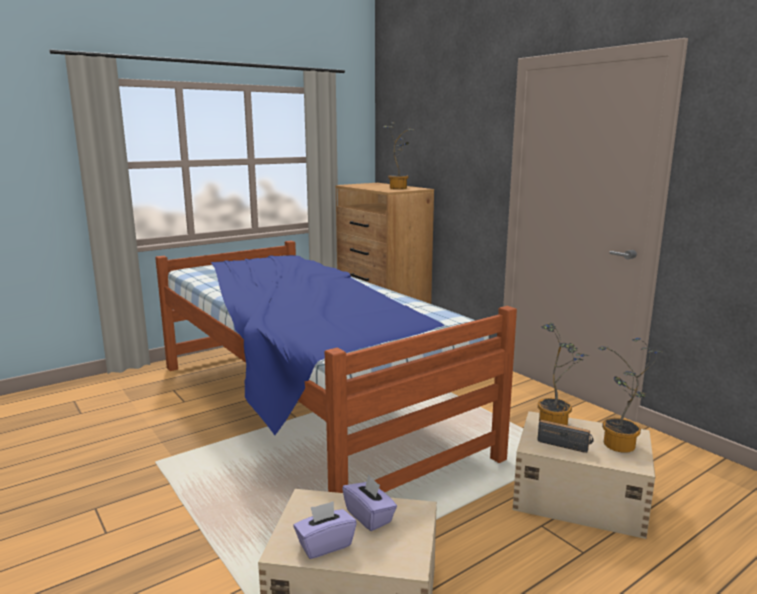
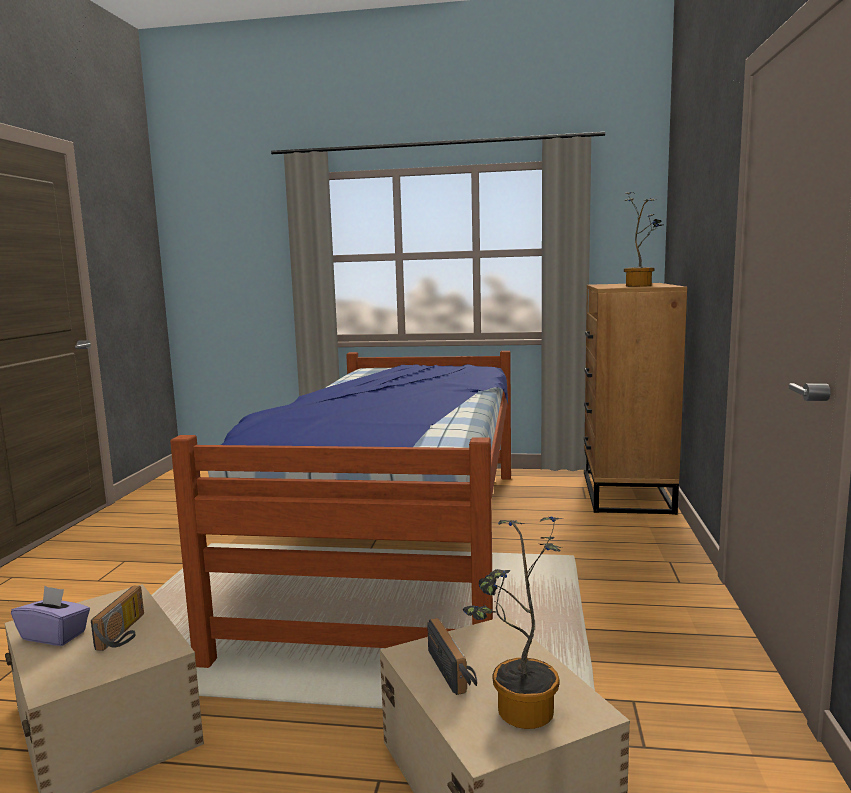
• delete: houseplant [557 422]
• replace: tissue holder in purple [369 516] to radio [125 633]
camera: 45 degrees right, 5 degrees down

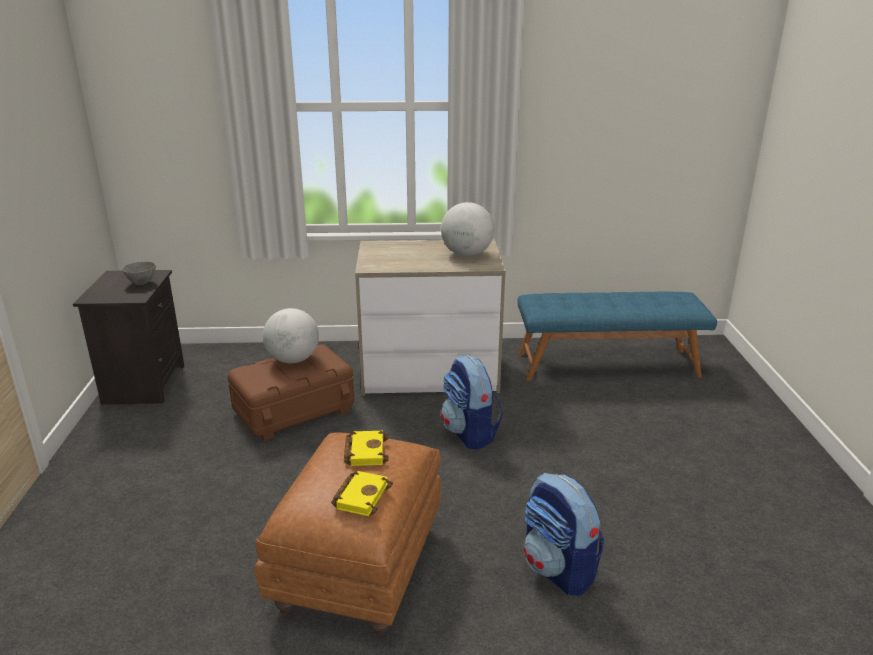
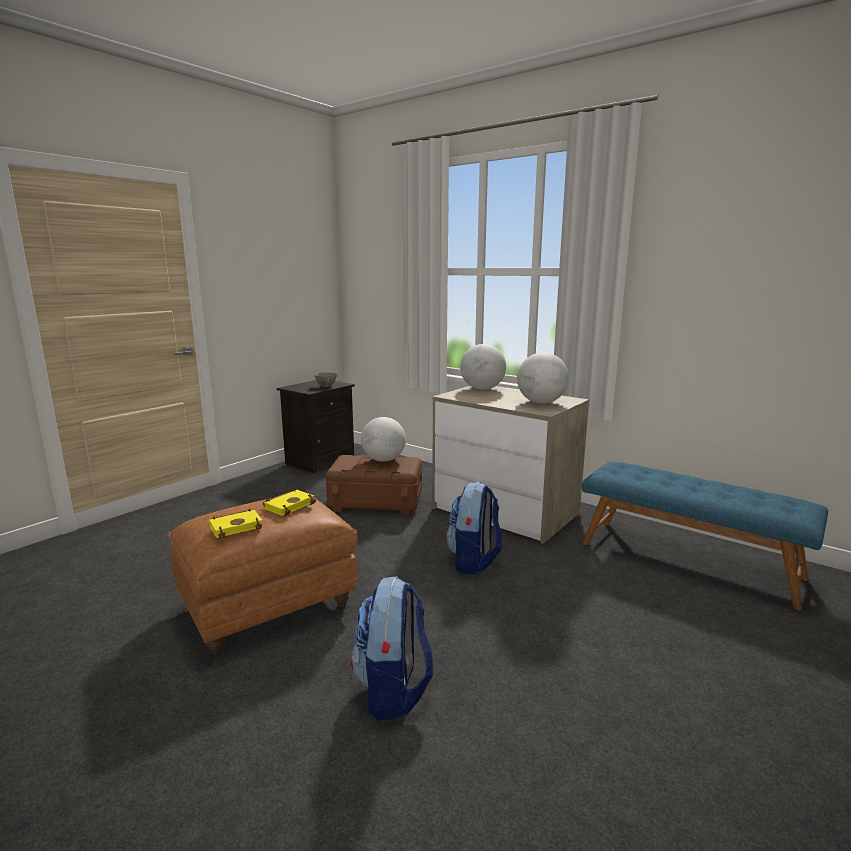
• insert: world globe [482 389]
camera: 40 degrees right, 10 degrees down

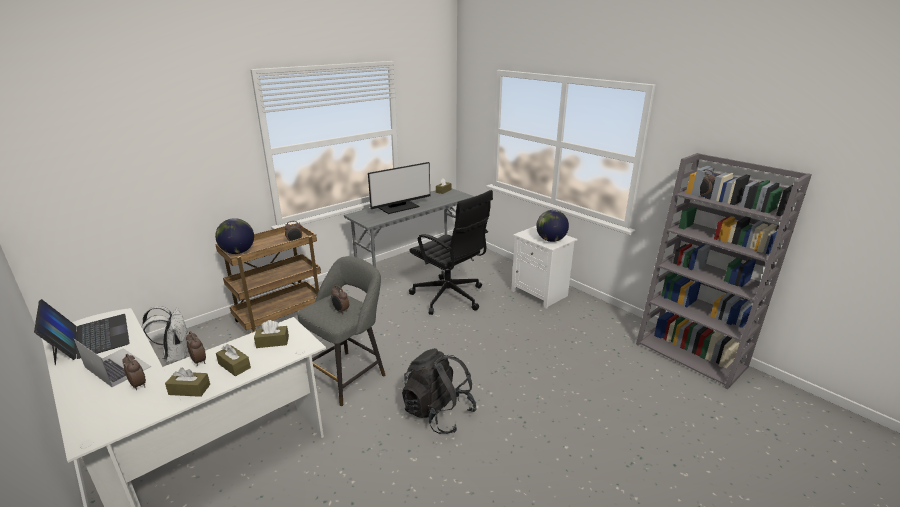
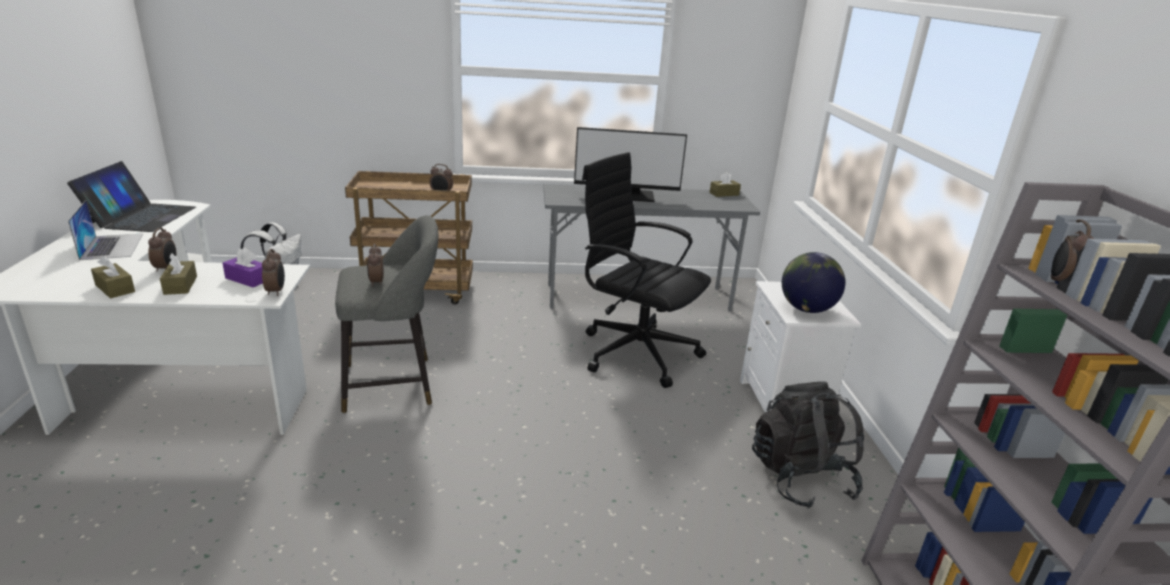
• rotate: computer chair in black [449 297] = [635 352] 135 degrees clockwise
• delete: world globe [238 252]
• recolor: tissue holder in brown-coloured [272 342] to tissue holder in purple [247 279]
• move: backpack in black [438 412] to [800 478]
• move: alarm clock [139 385] to [276 291]
camera: 35 degrees right, 0 degrees up

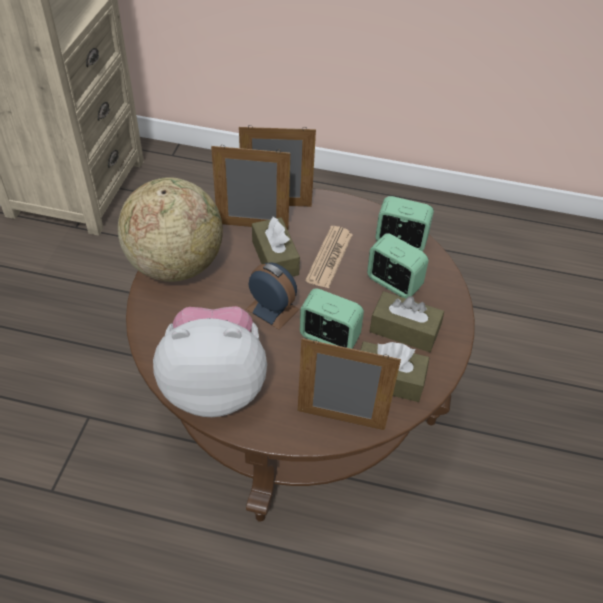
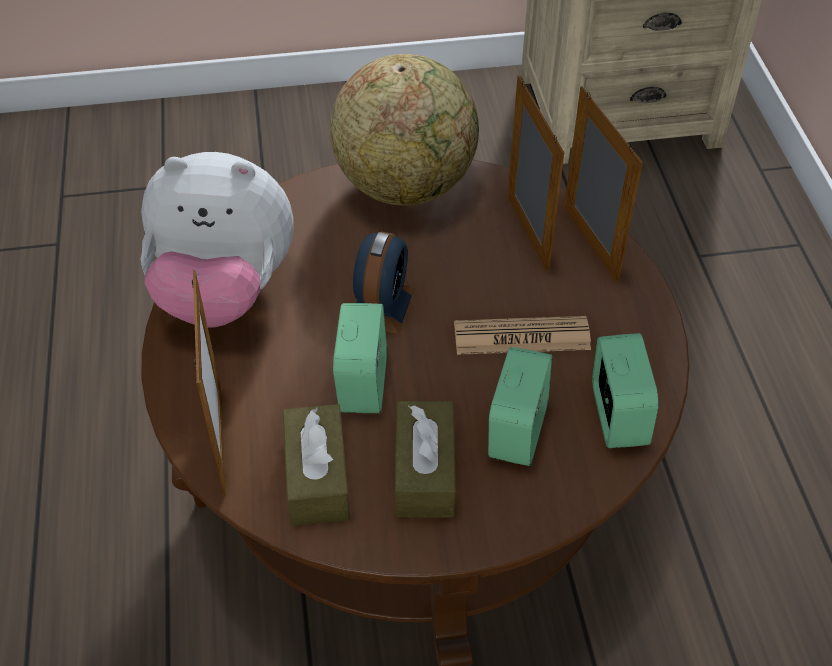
• delete: tissue holder in brown-coloured [275 258]
• rotate: plush toy [214 386] = [224 292] 120 degrees clockwise
camera: 70 degrees right, 0 degrees up

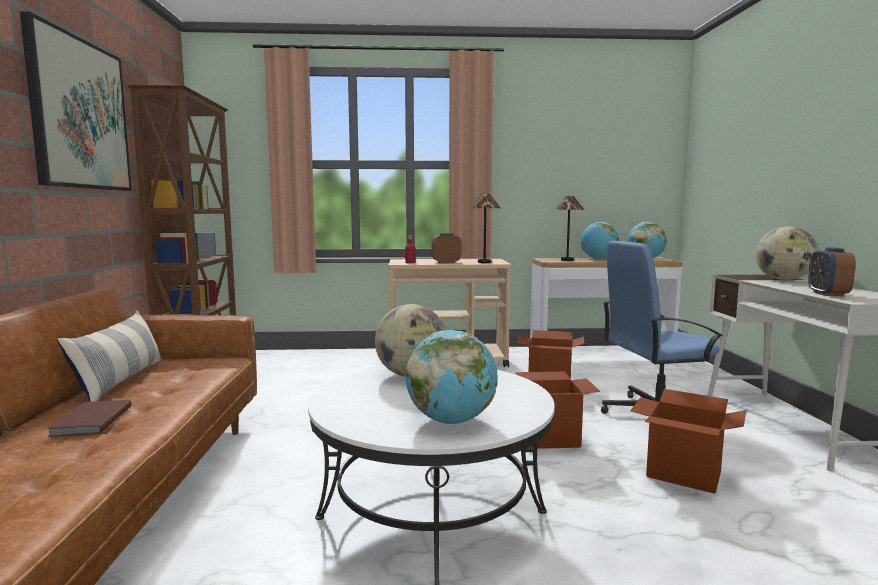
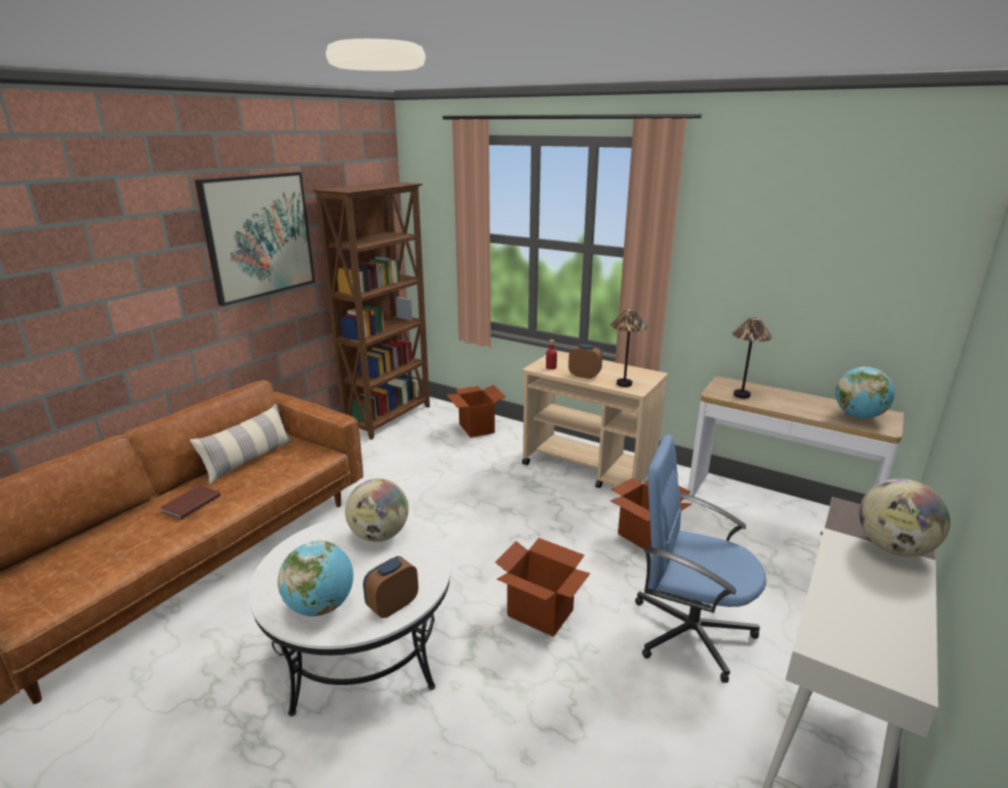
• delete: world globe [599 259]
• move: alarm clock [828 294] to [392 606]
• move: cardboard box [683 474] to [476 428]
camera: 35 degrees right, 15 degrees up

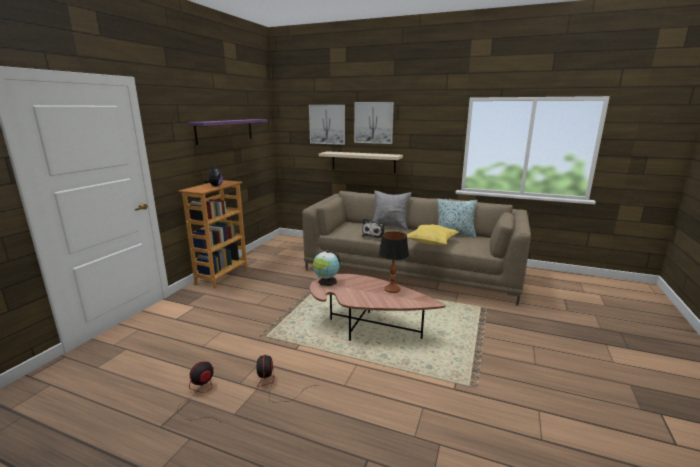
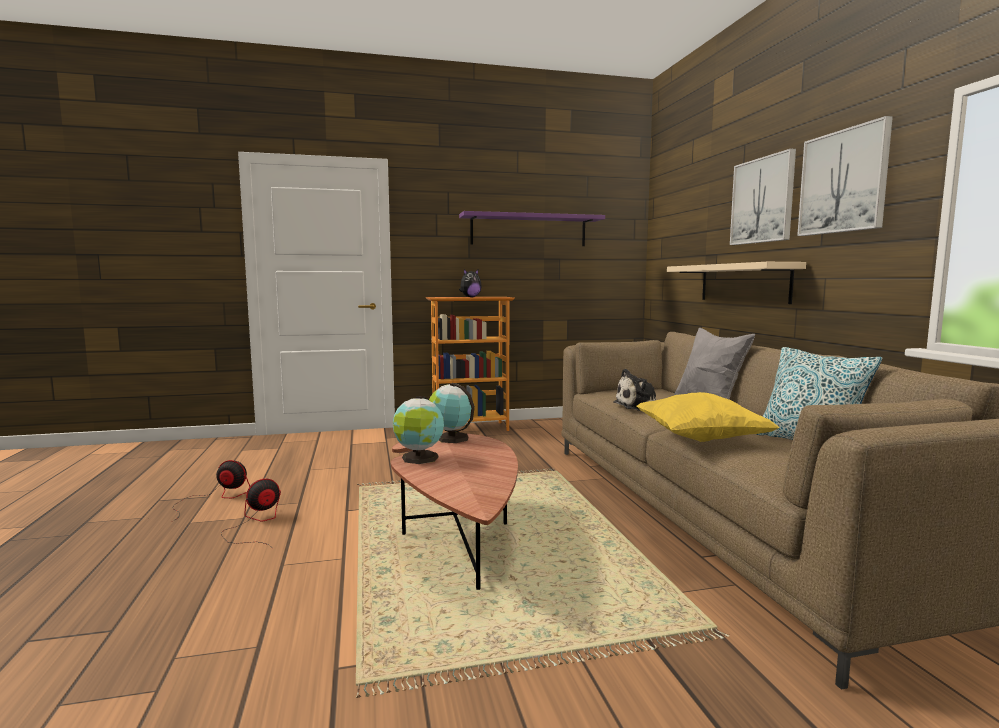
• move: wall picture [327 124] to [843 181]
• delete: tabletop lamp [392 289]
• insert: world globe [419 458]
camera: 55 degrees right, 10 degrees down

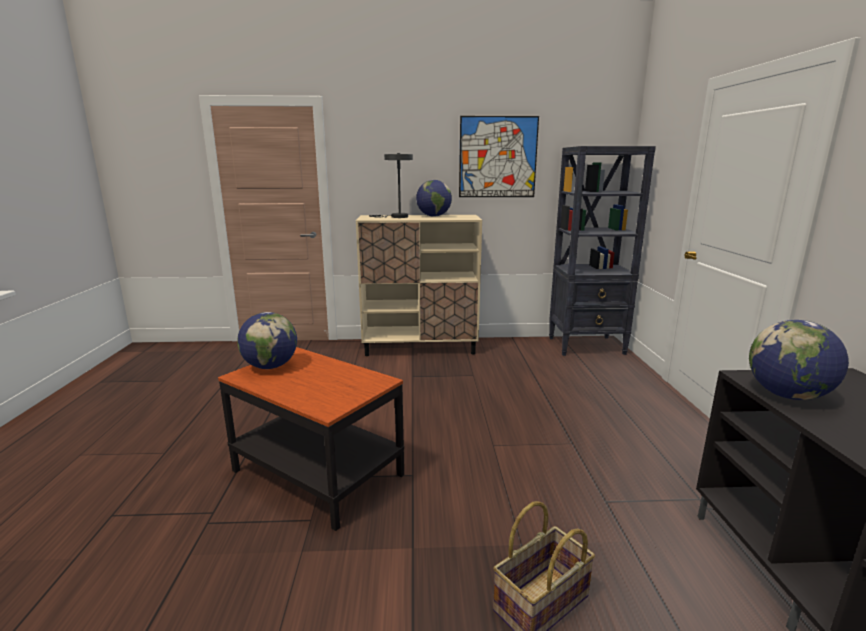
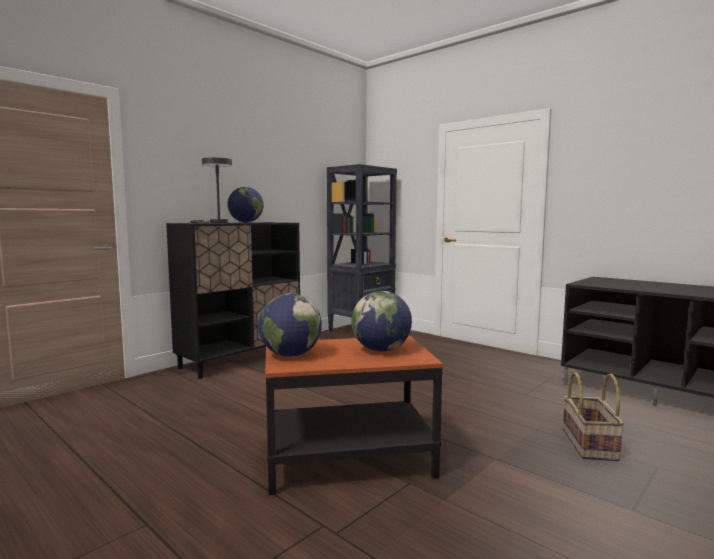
• delete: wall picture [498 157]
• recolor: storage cabinet in sand-coloured [420 347] to storage cabinet in black [241 359]
• move: world globe [787 395] to [381 350]
camera: 45 degrees left, 10 degrees down

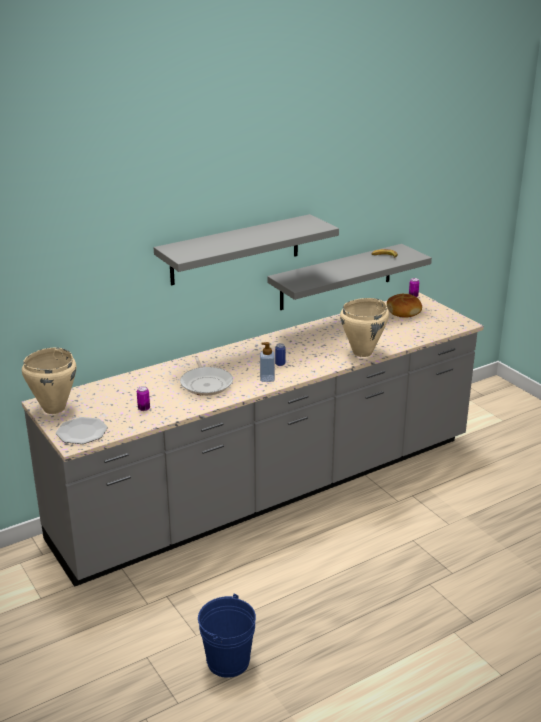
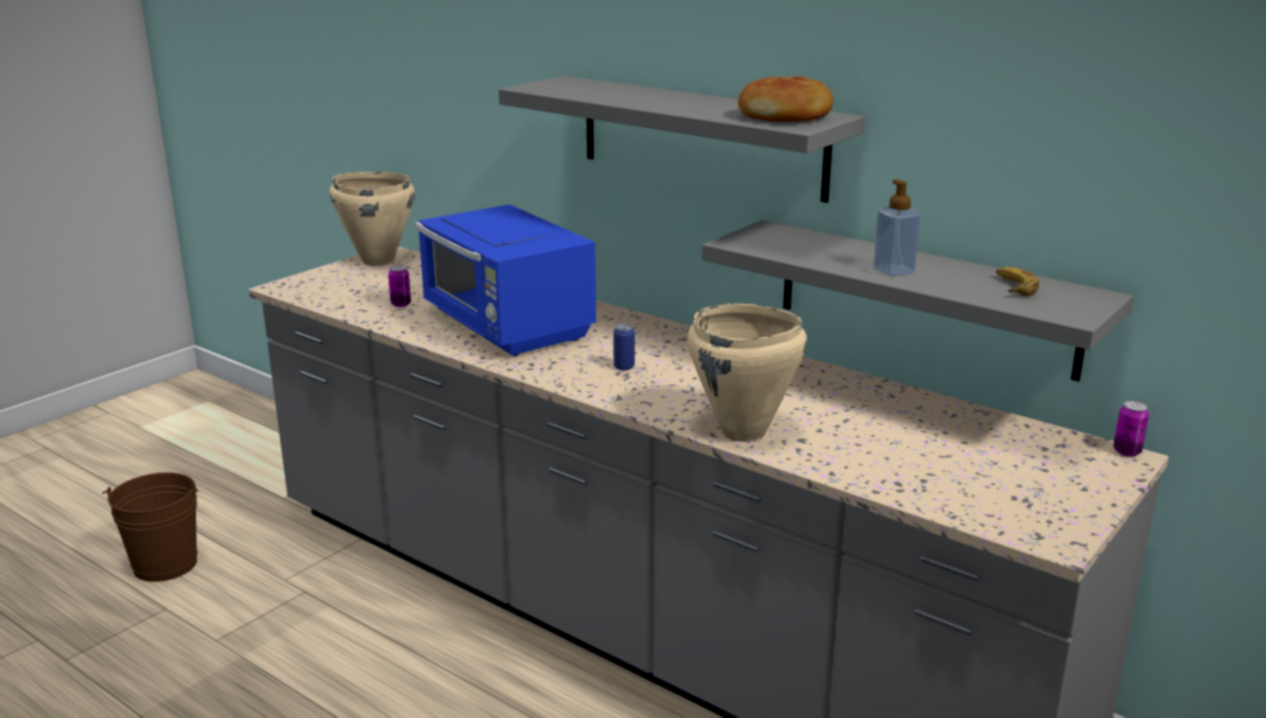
• move: baked bread [404 311] to [786 117]
• move: liquid soap bottle [267 379] to [893 271]
• replace: skillet [206 383] to microwave in blue-coloured [507 327]
• delete: flat dish [82 432]
• delete: water bucket in blue-coloured [228 661]
• insert: water bucket in brown-coloured [165 565]
camera: 70 degrees right, 5 degrees down

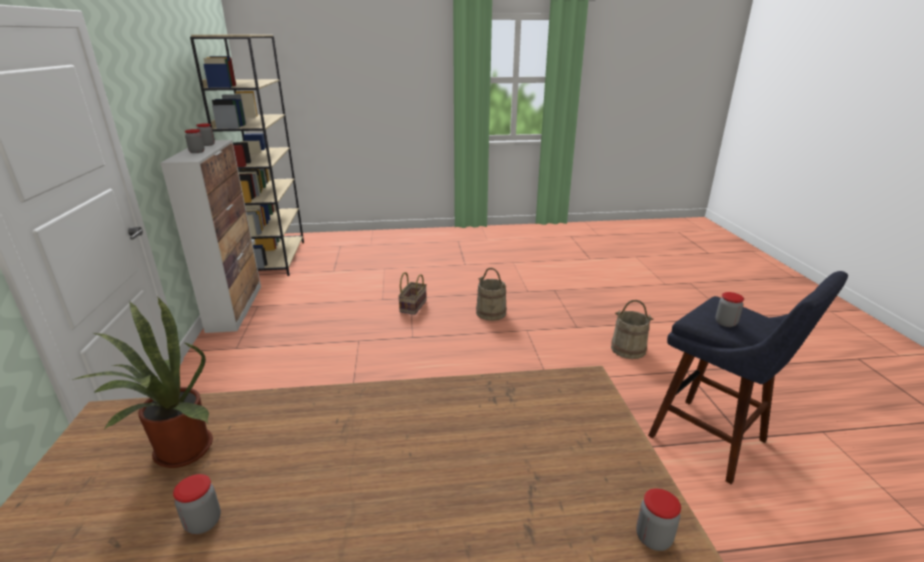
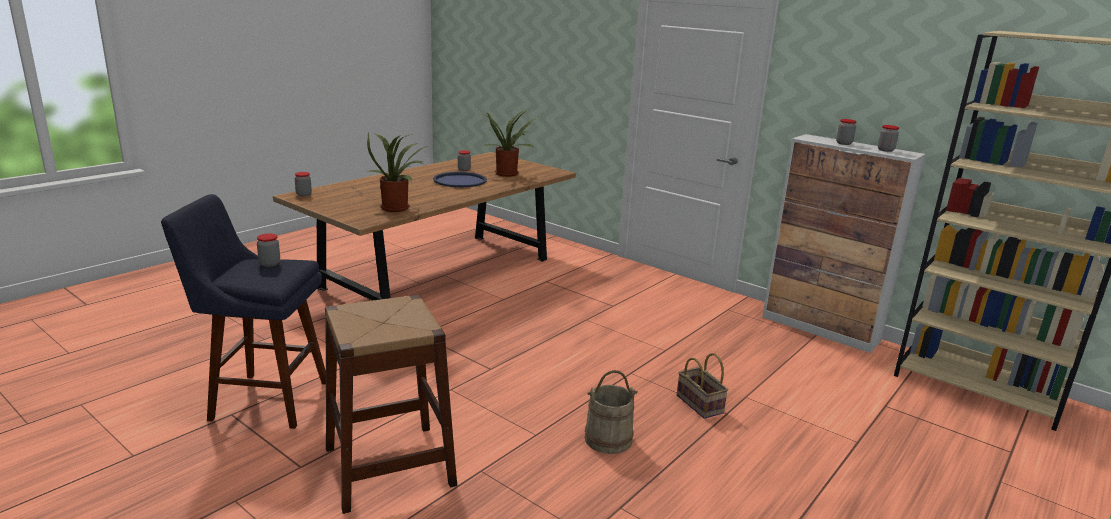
• replace: water bucket in sand-coloured [628 349] to sitting stool in brown-coloured [389 466]
• insert: houseplant [398 208]
• insert: tray in blue-coloured [460 180]
camera: 135 degrees right, 5 degrees down

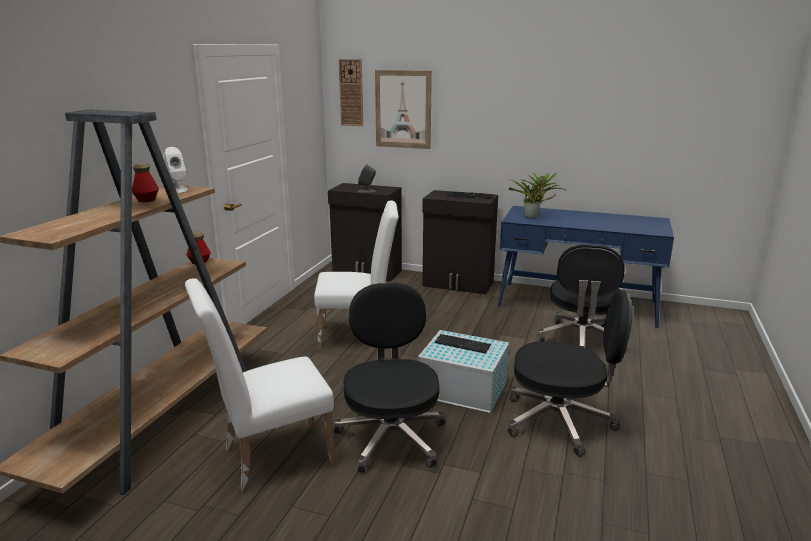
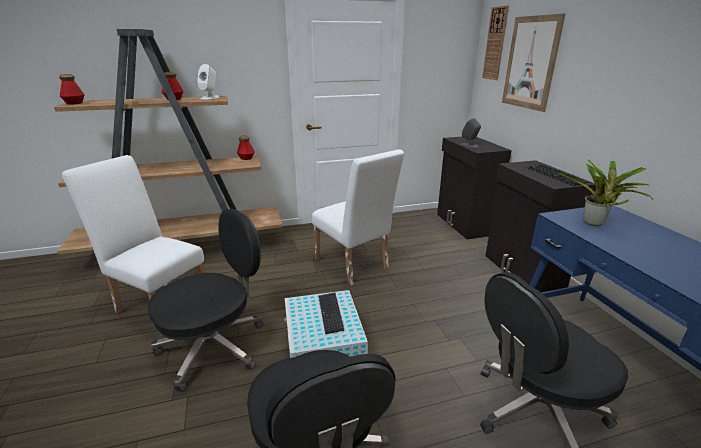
• insert: drink bottle [74 103]
camera: 55 degrees right, 5 degrees up

